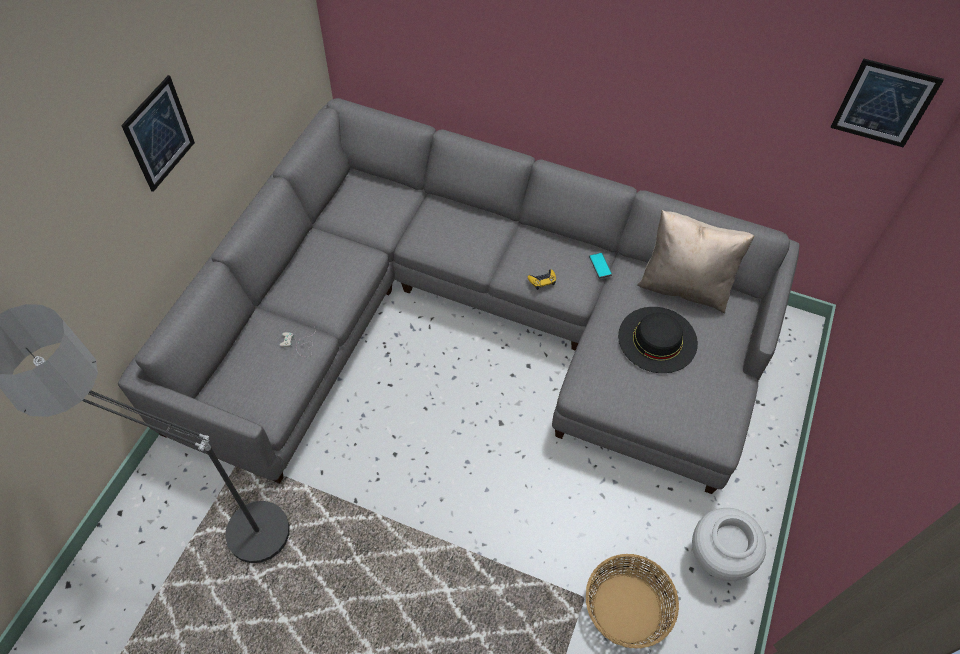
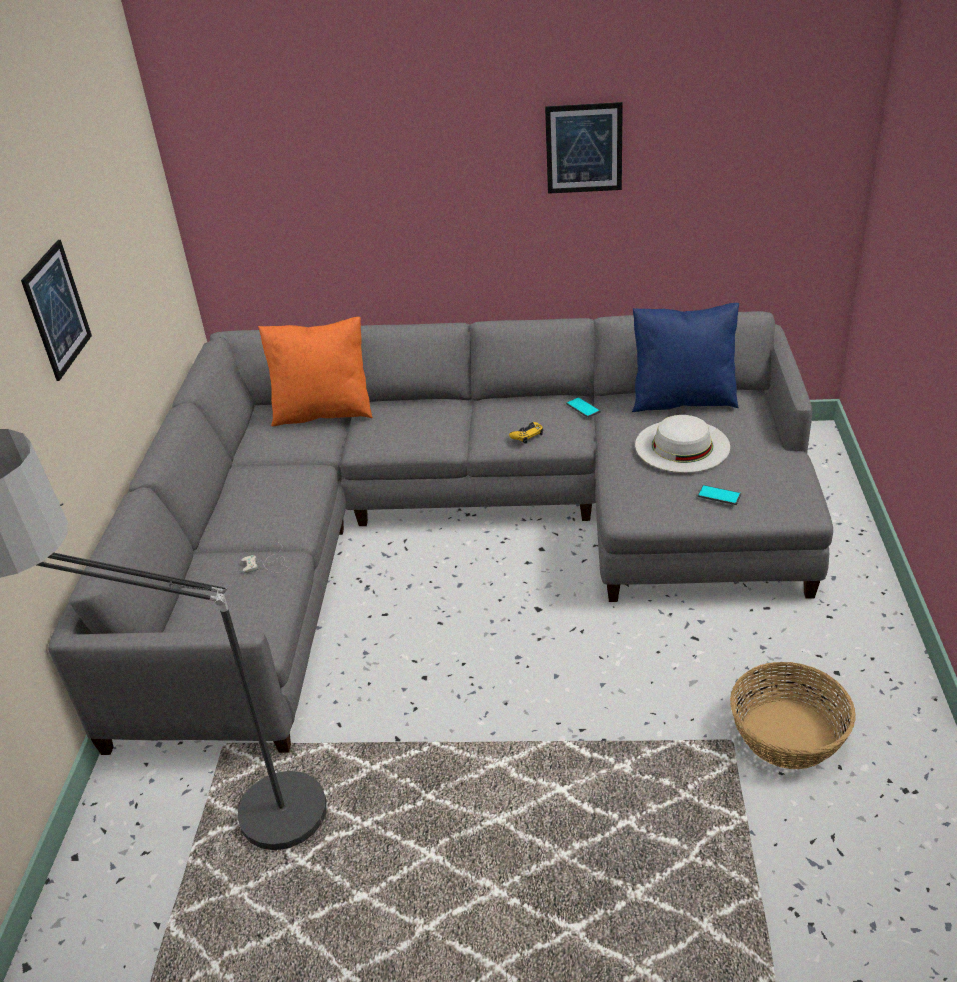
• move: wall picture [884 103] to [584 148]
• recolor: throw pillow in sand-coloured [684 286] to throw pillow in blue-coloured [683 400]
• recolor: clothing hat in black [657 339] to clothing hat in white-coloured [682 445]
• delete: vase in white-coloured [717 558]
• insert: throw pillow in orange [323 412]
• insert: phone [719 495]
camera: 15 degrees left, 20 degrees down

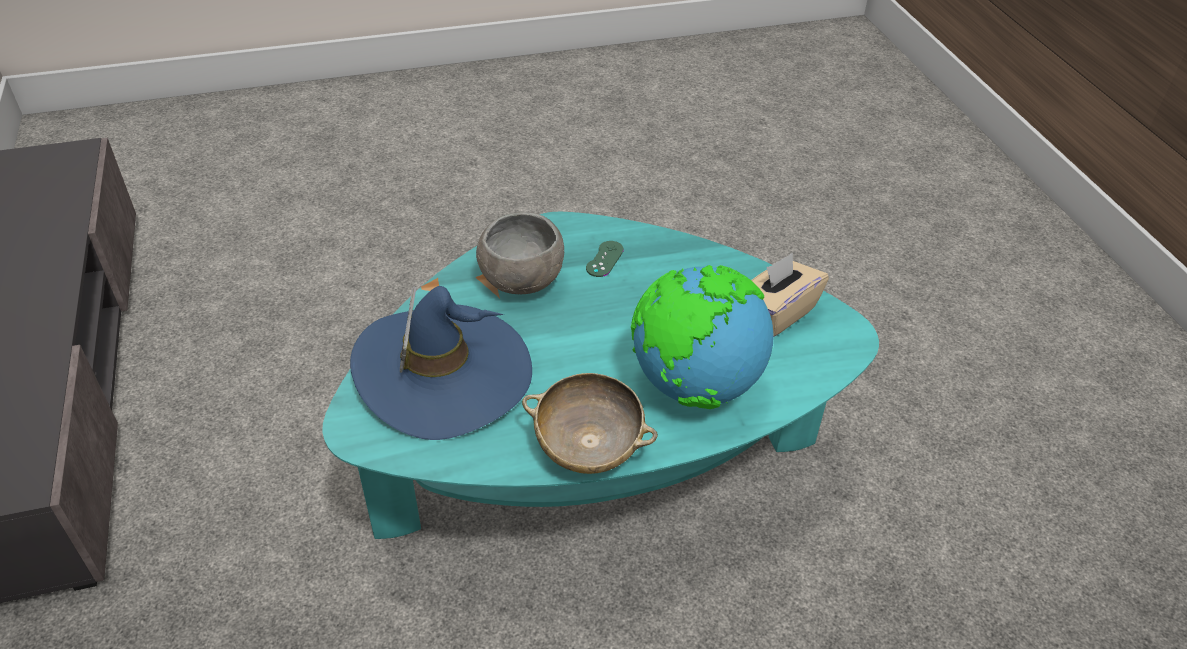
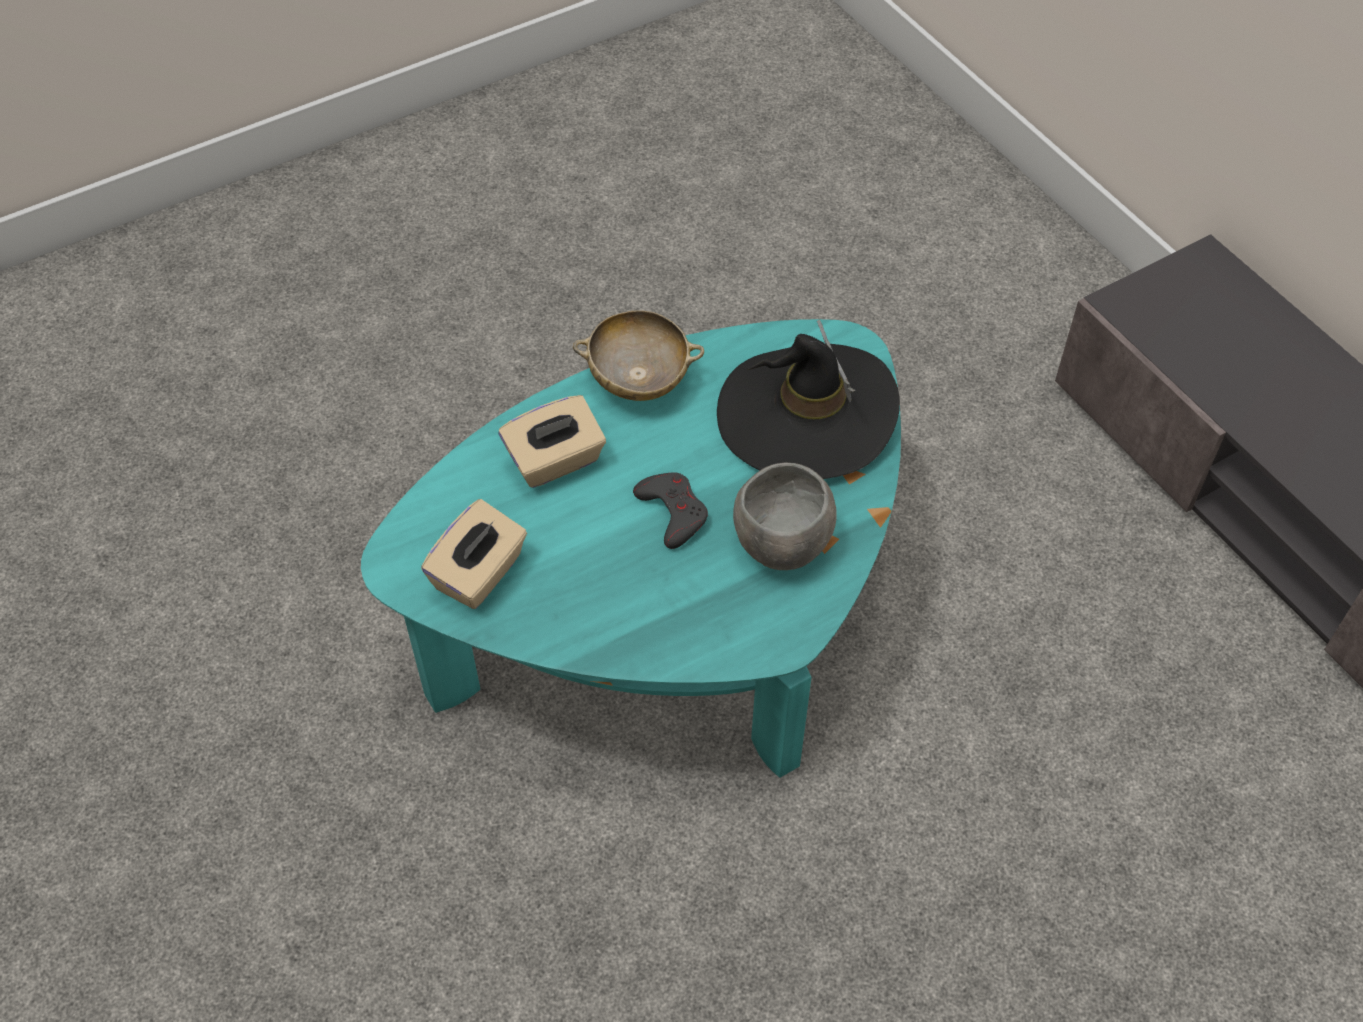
• delete: gamepad in greenish [604 259]
• replace: world globe [694 386] to tissue holder in sand-coloured [555 461]
• recolor: clothing hat in blue-coloured [443 373] to clothing hat in black [806 415]
• insert: gamepad in grey [672 512]
camera: 165 degrees right, 10 degrees up

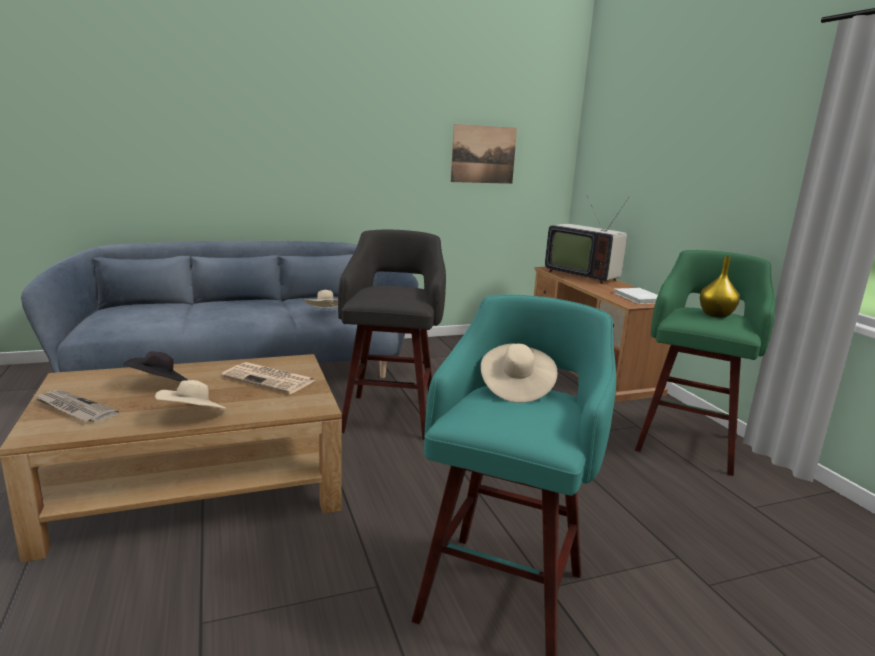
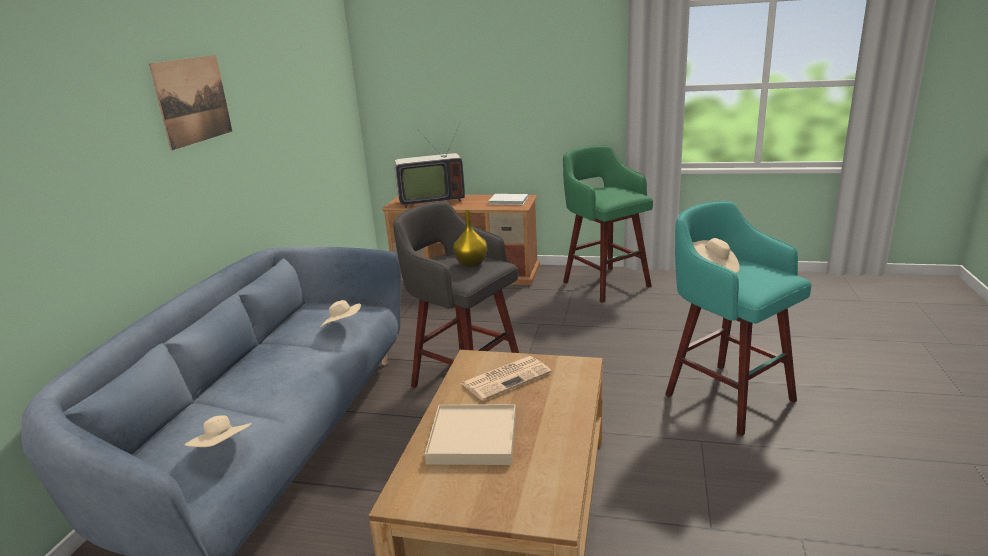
• move: wall picture [483 154] to [193 100]
• move: vase in yellowish [715 314] to [470 263]
• replace: clothing hat in black [159 384] to tray in sand-coloured [473 438]
• move: clothing hat in sand-coloured [193 416] to [223 449]
• delete: newspaper [74 409]
camera: 55 degrees left, 5 degrees up

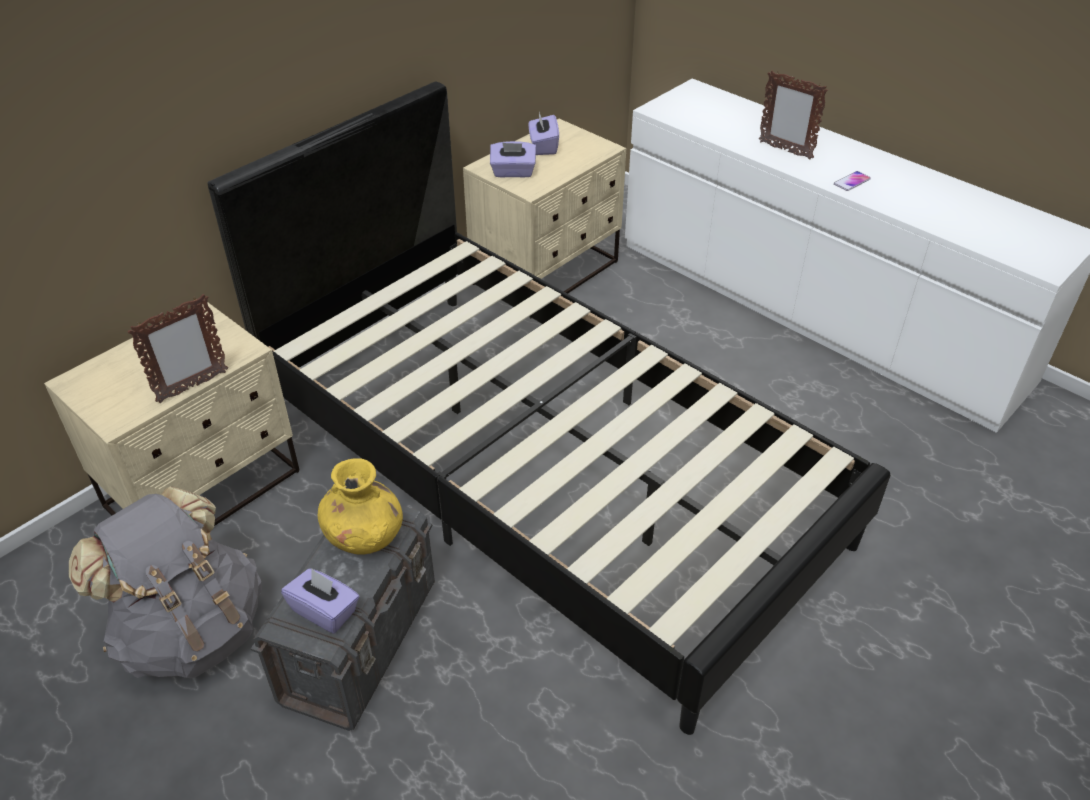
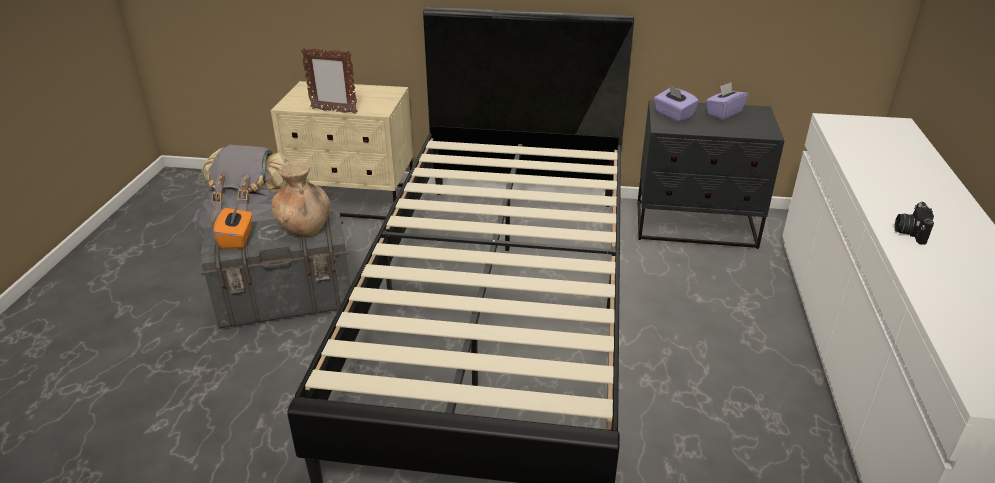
• delete: photo frame [785 150]
• recolor: bedside table in sand-coloured [547 273] to bedside table in black [696 226]
• replace: phone [852 182] to photo camera [910 232]
• recolor: vase in yellowish [365 537] to vase in brown-coloured [305 228]
• recolor: tissue holder in purple [325 611] to tissue holder in orange [237 239]
camera: 55 degrees right, 10 degrees down

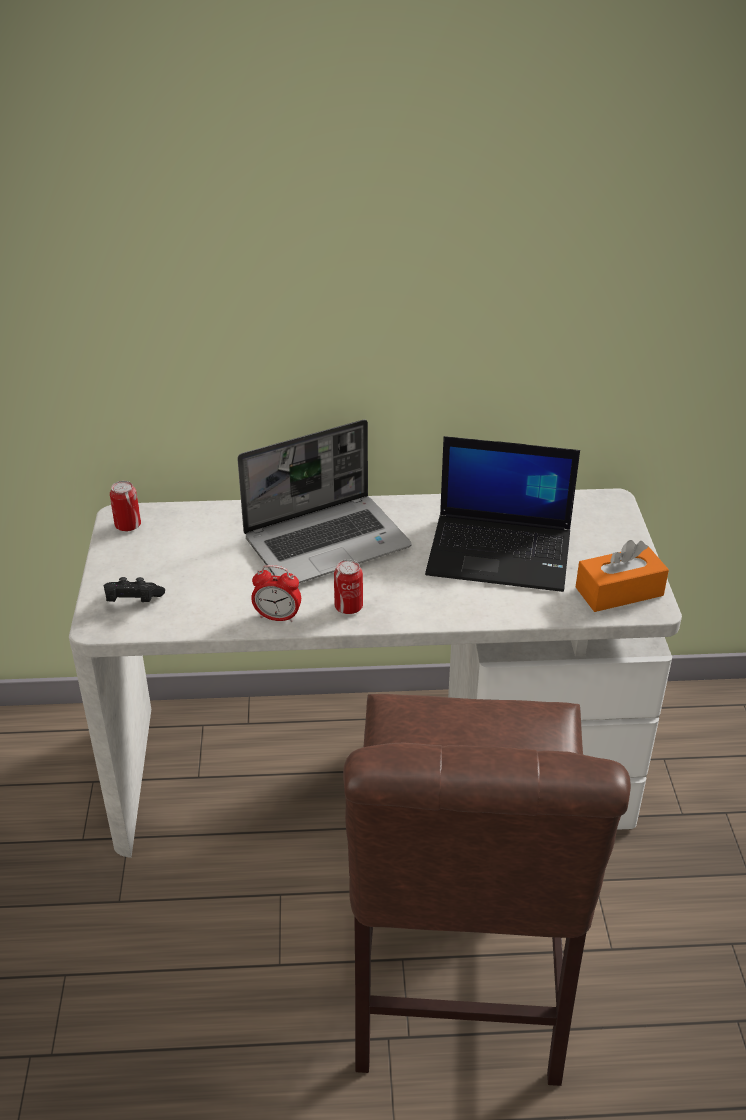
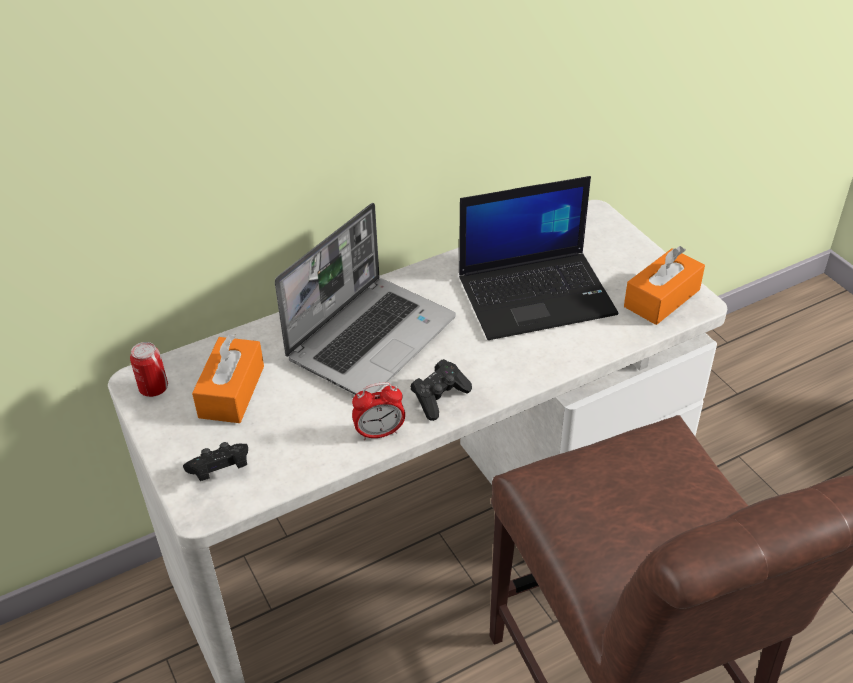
• replace: metal can [348 607] to gamepad in black [439 398]
• insert: tissue holder in orange [232 391]
camera: 25 degrees left, 5 degrees up

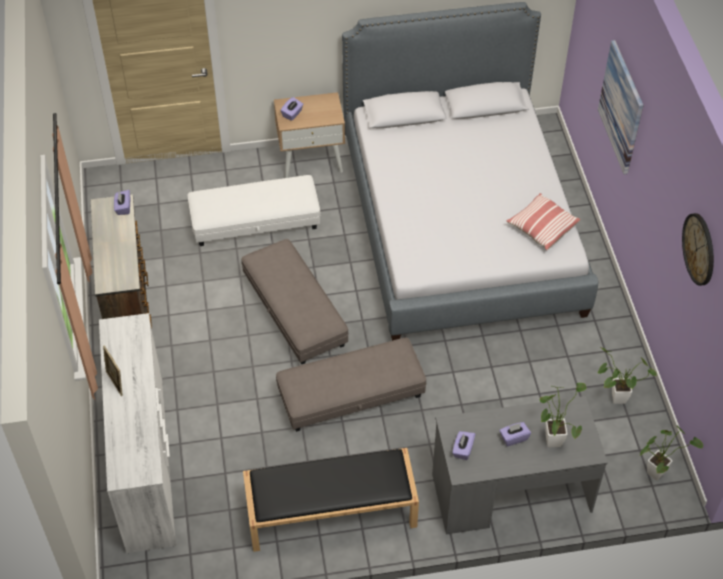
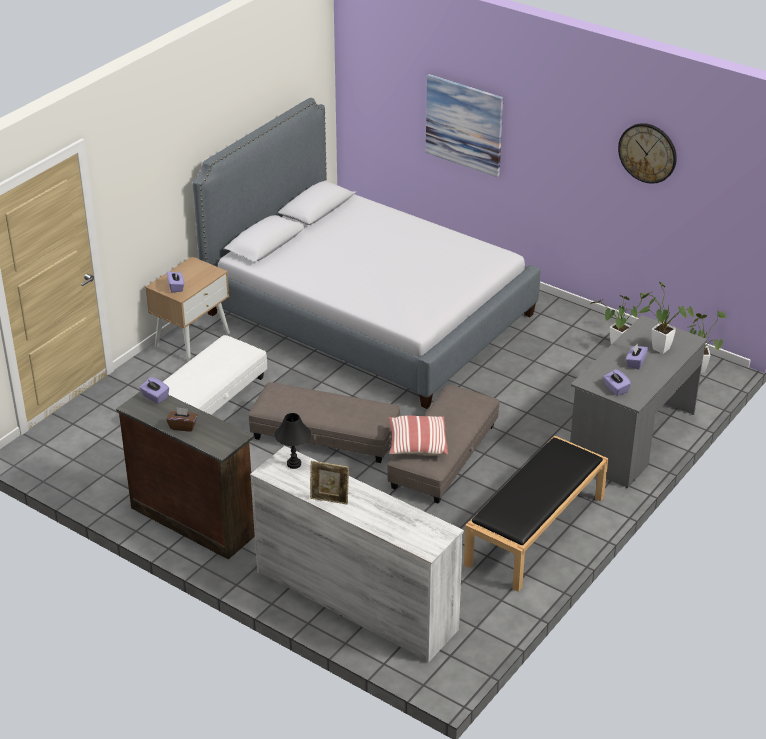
• move: throw pillow [541 228] to [417 444]
• insert: tissue holder in brown-coloured [183 426]
• insert: tabletop lamp in black [293 464]
camera: 45 degrees left, 15 degrees down

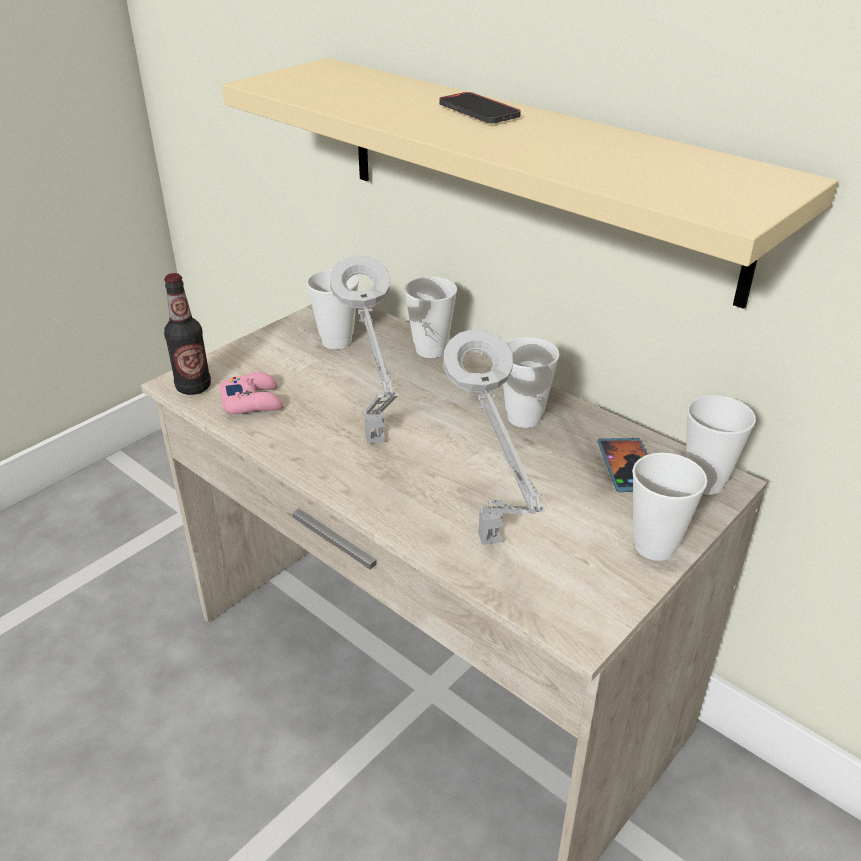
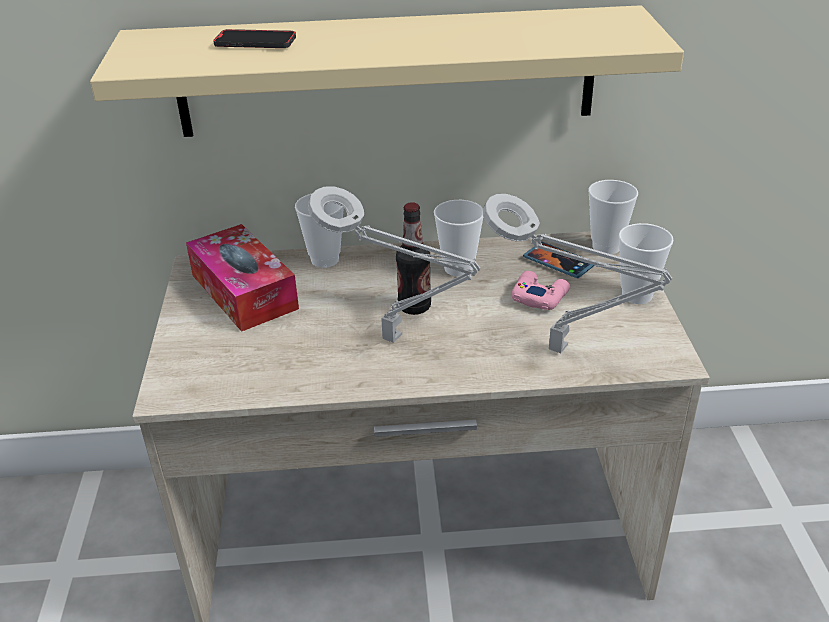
• move: phone [479 112] to [255 43]
• replace: drinking cup [336 341] to tissue holder [244 292]
• move: drink bottle [193 387] to [414 307]
• move: gamepad in pinkish [253 401] to [539 296]
camera: 45 degrees left, 0 degrees up

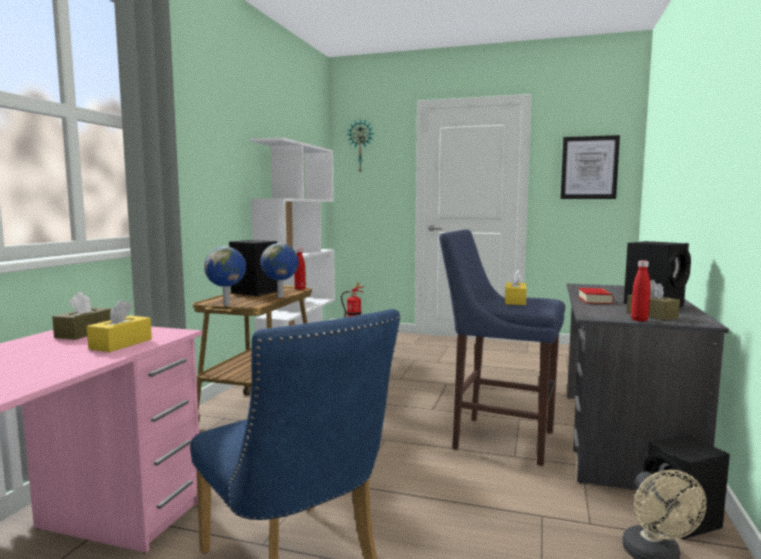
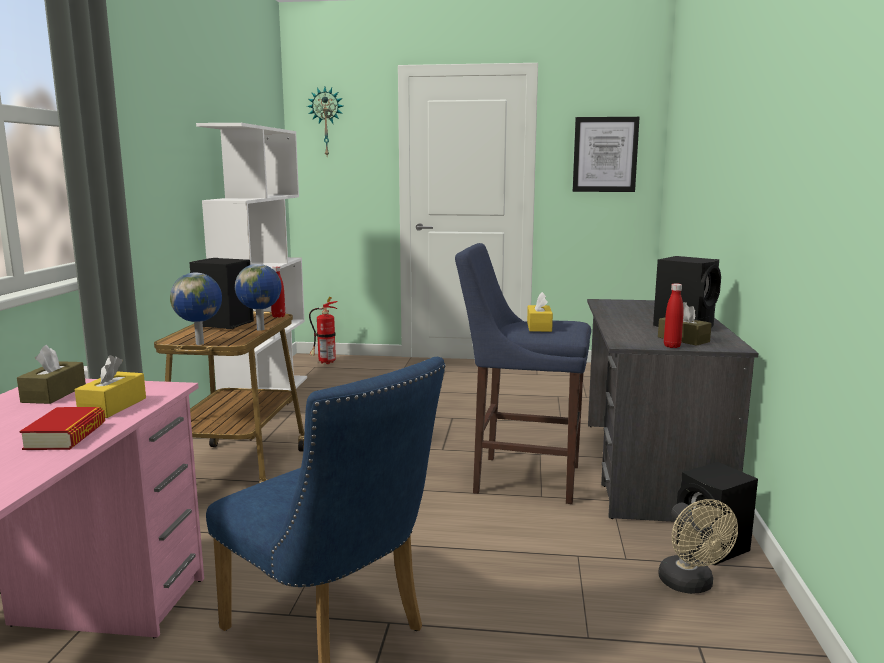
• move: volume [594 300] to [65 436]
camera: 10 degrees left, 5 degrees up

